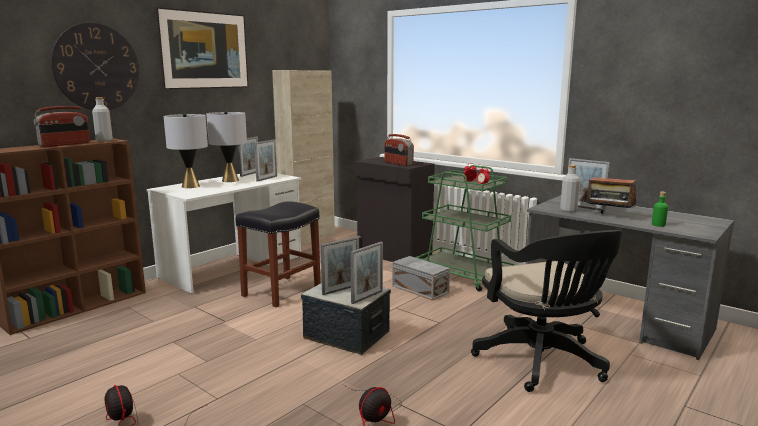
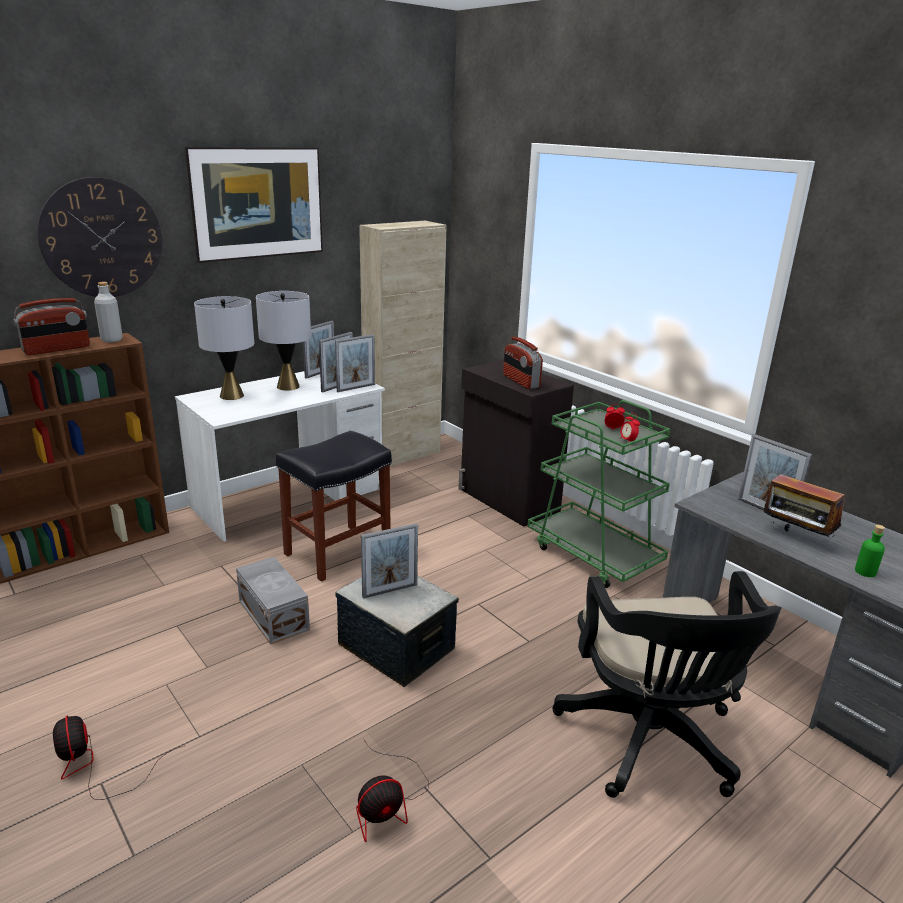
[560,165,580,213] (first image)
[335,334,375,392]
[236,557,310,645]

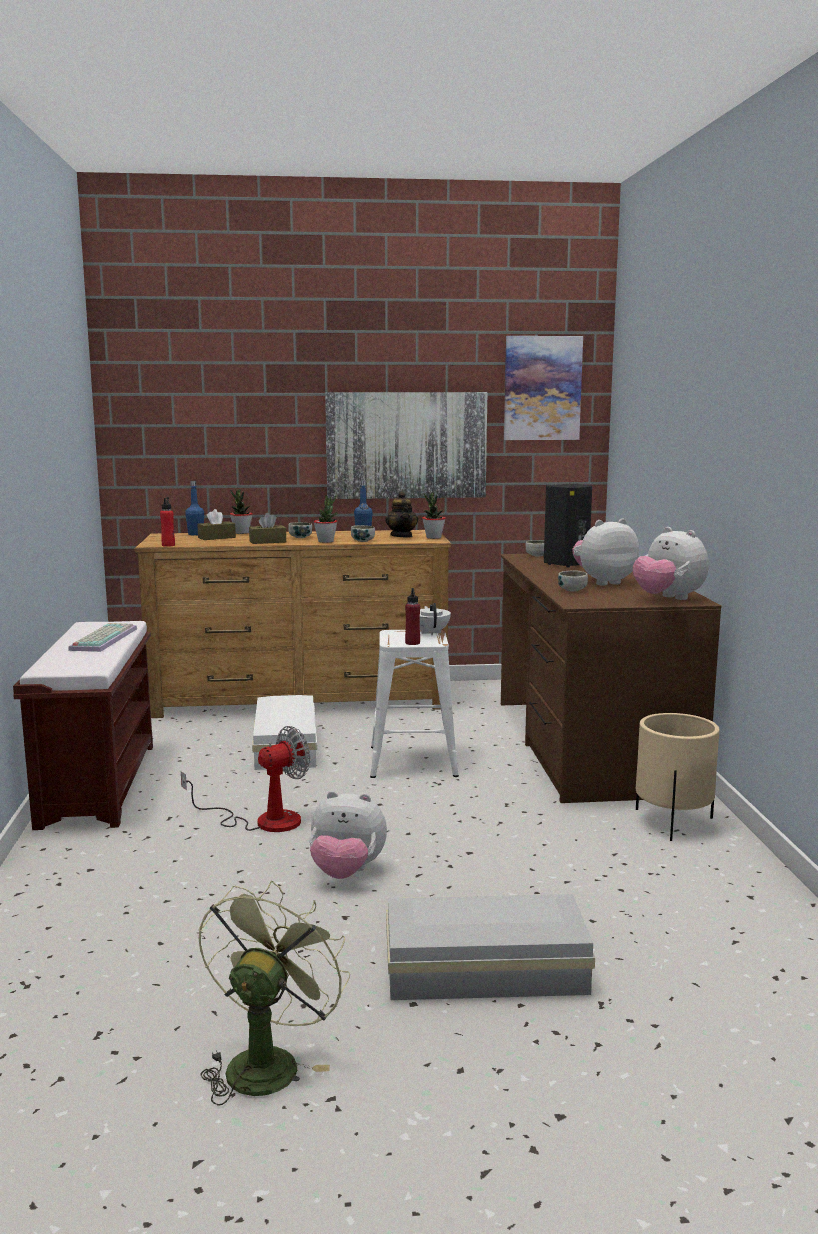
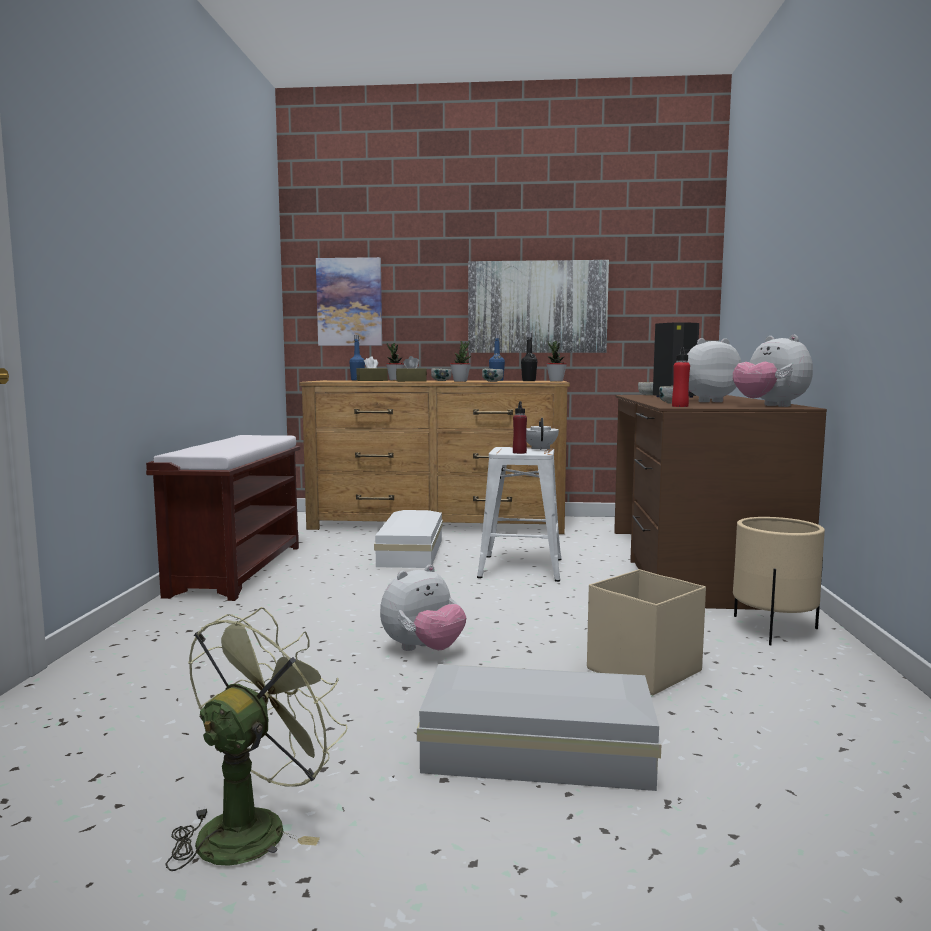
[68,623,137,652] (first image)
[181,726,310,832] (first image)
[587,569,706,695]
[672,347,690,407]
[316,257,382,346]
[521,333,537,381]
[380,565,466,651]

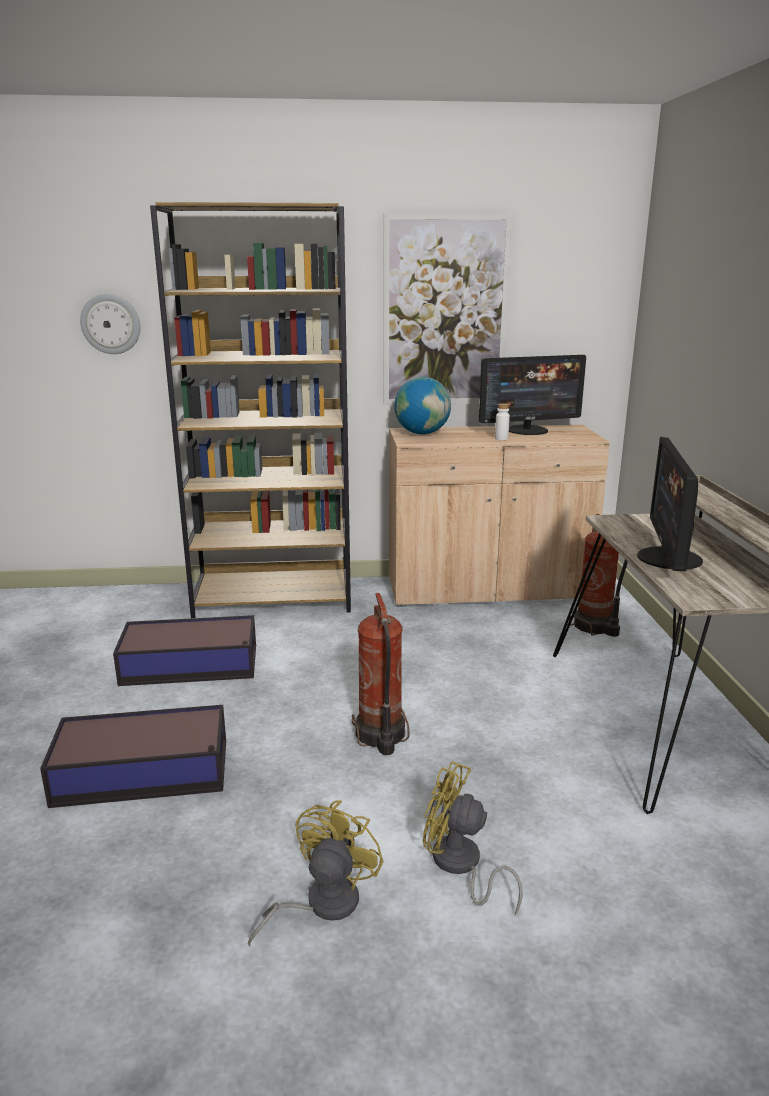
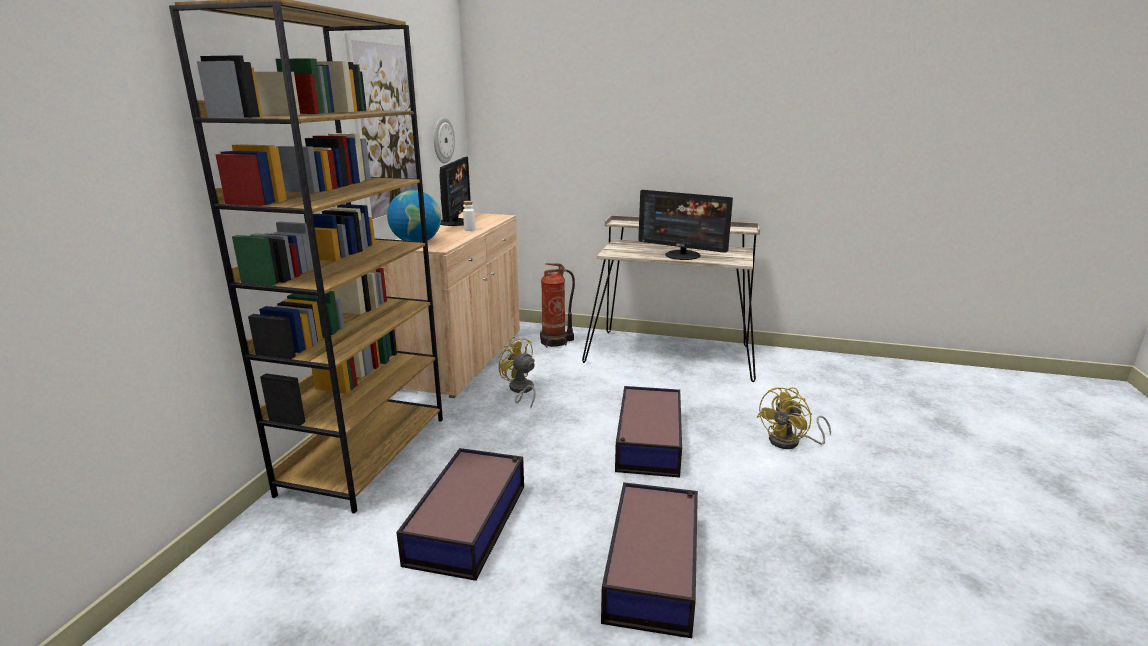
[434,117,455,163]
[498,337,536,408]
[615,386,682,478]

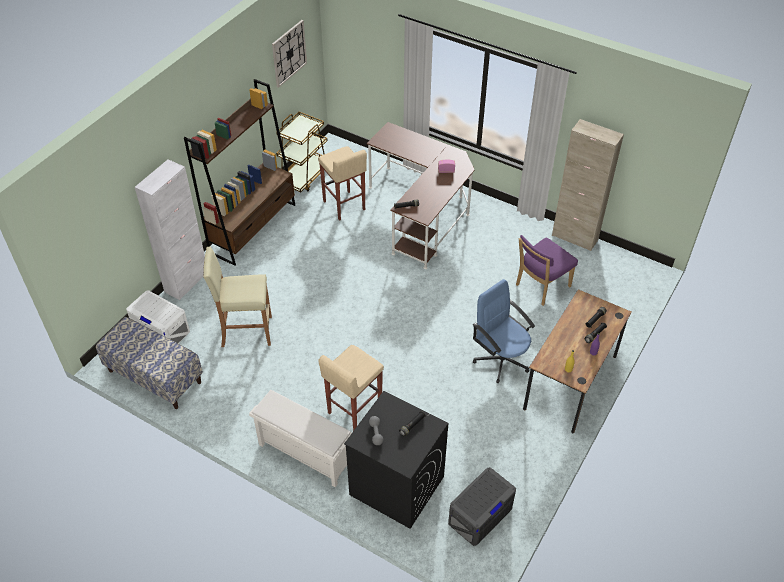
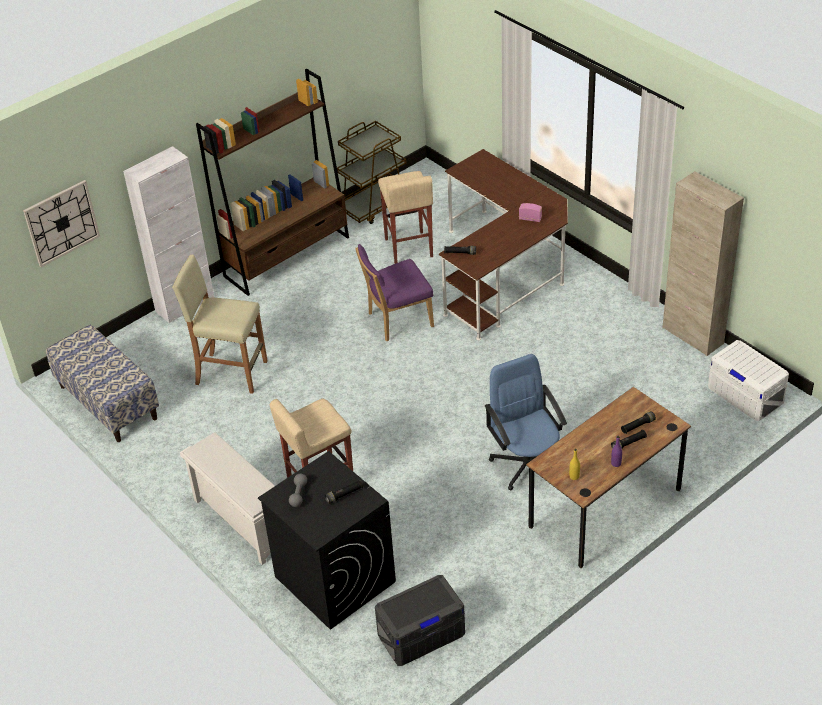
[708,340,789,421]
[23,180,100,267]
[355,244,434,341]

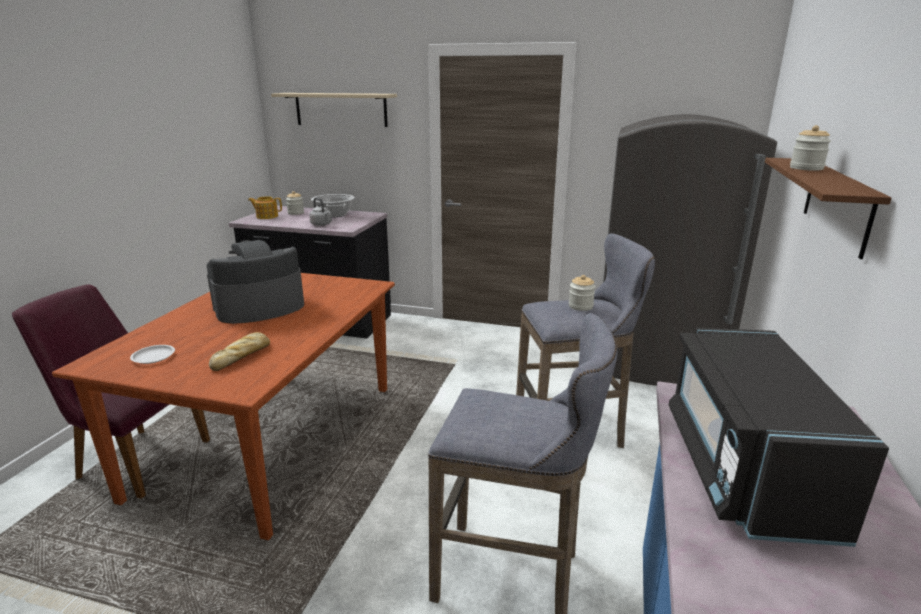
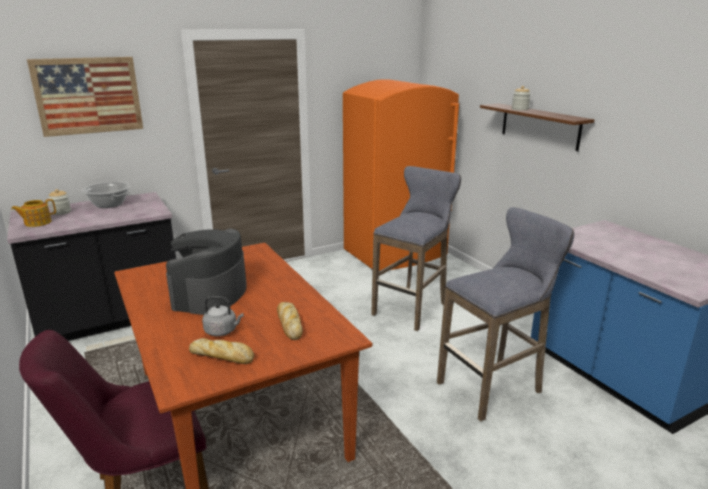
[569,275,595,311] (first image)
[669,328,889,547] (first image)
[202,296,243,336]
[189,338,254,364]
[27,57,143,137]
[343,79,459,271]

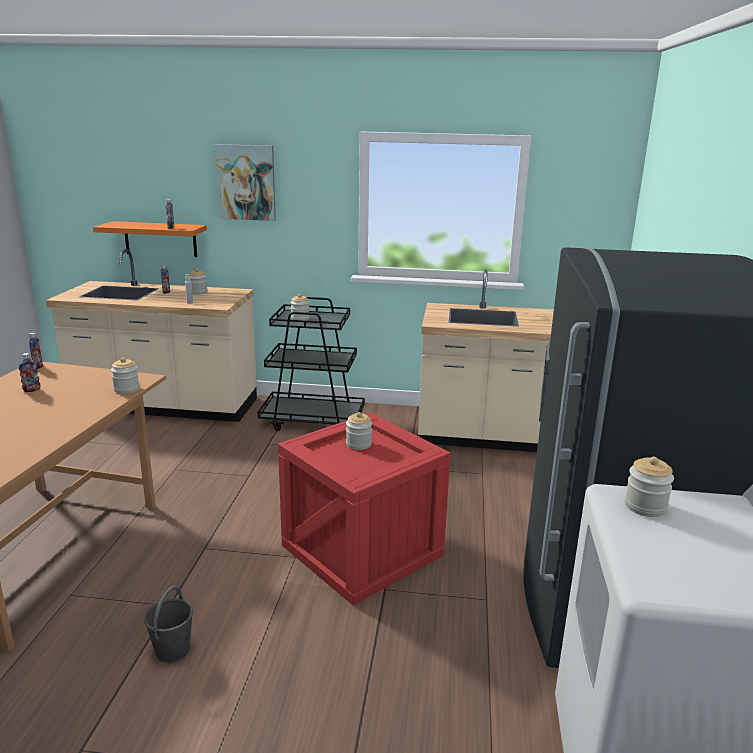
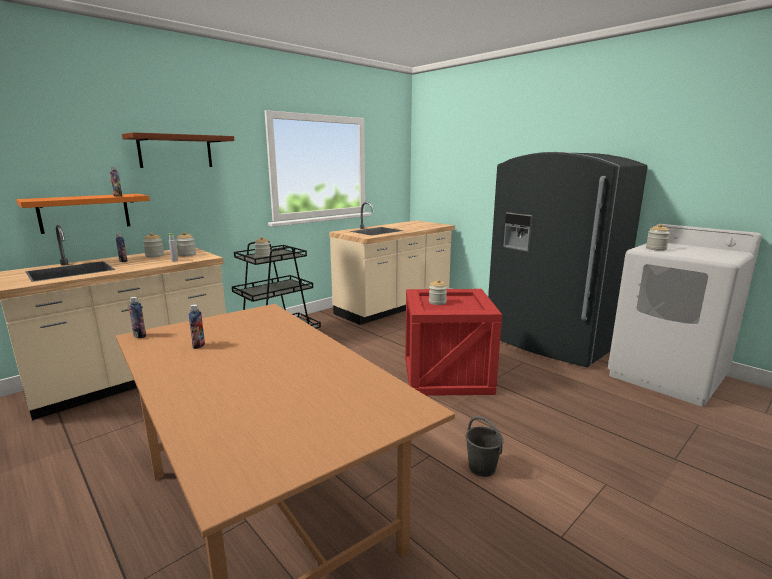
[176,232,196,256]
[122,132,234,168]

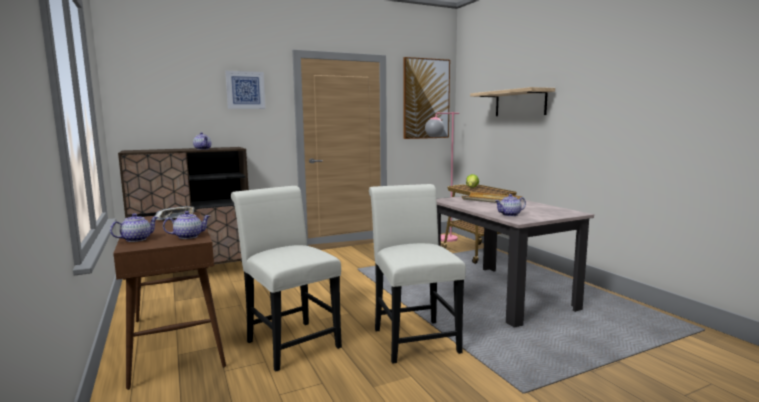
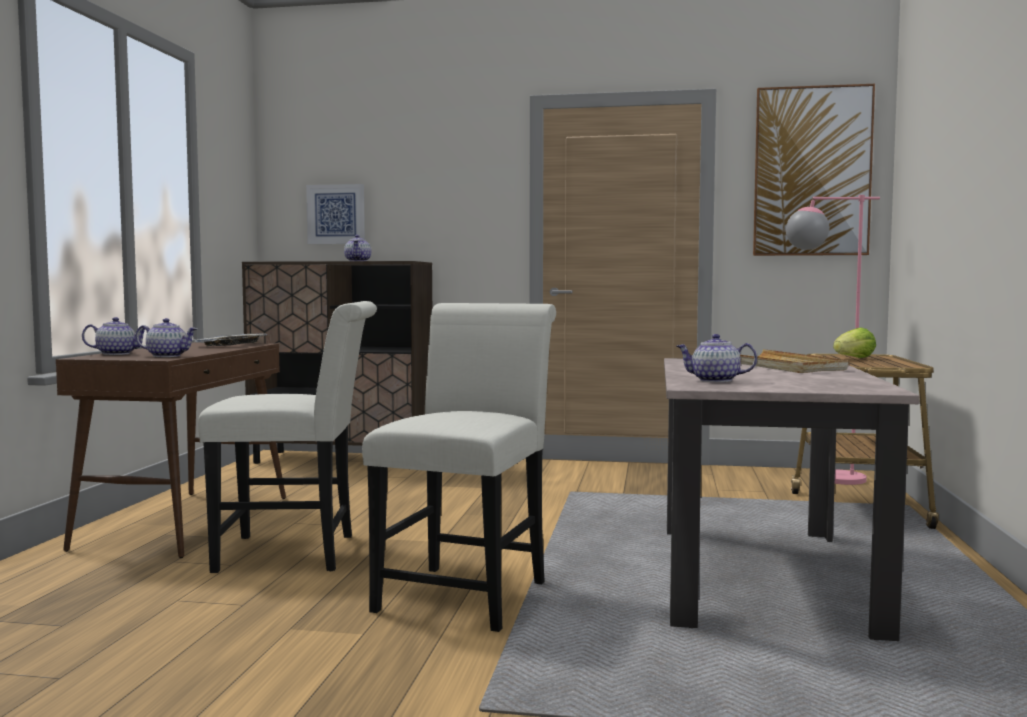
[470,87,555,116] (first image)
[306,184,365,244]
[198,301,377,573]

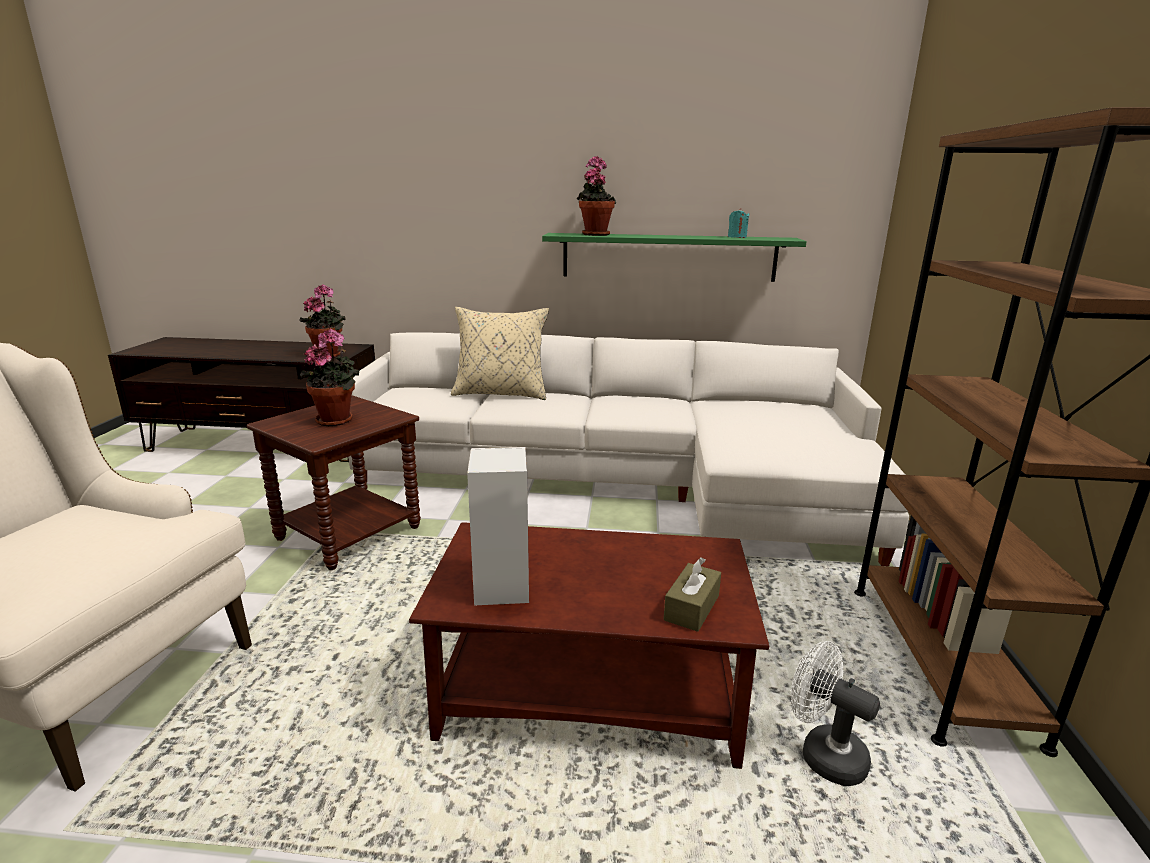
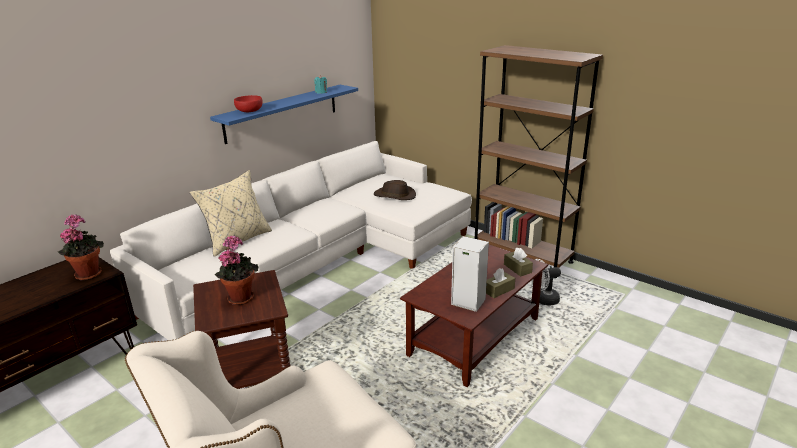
[374,180,416,200]
[486,268,515,298]
[234,95,263,112]
[210,85,358,144]

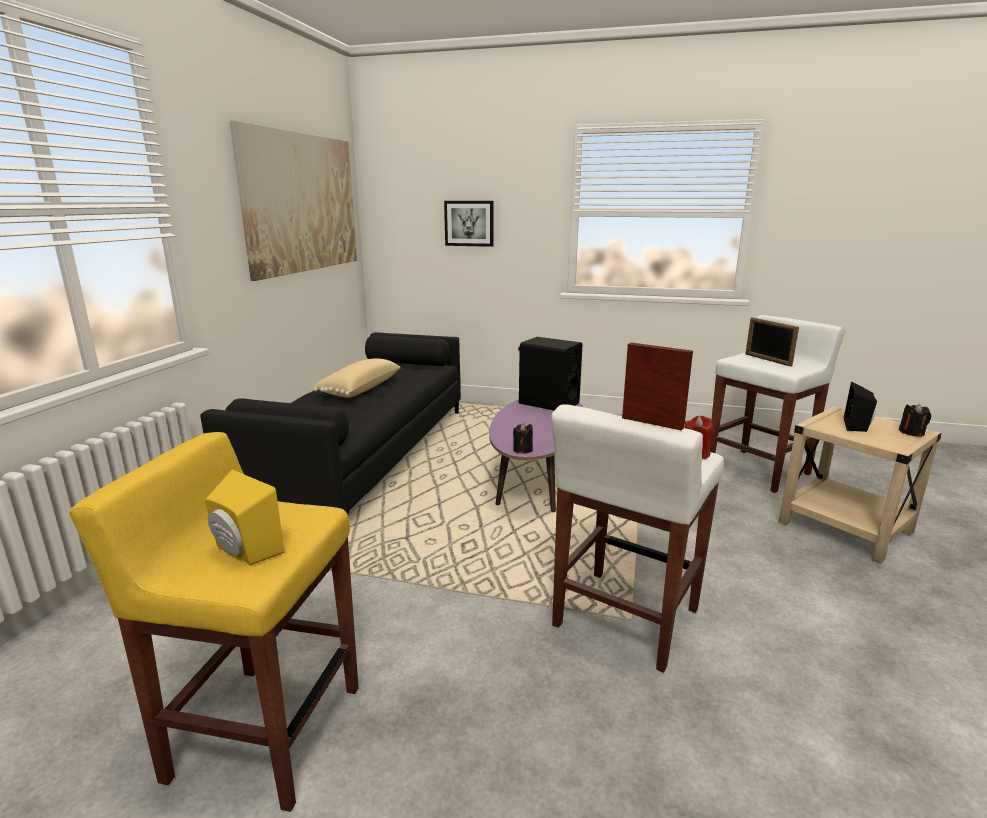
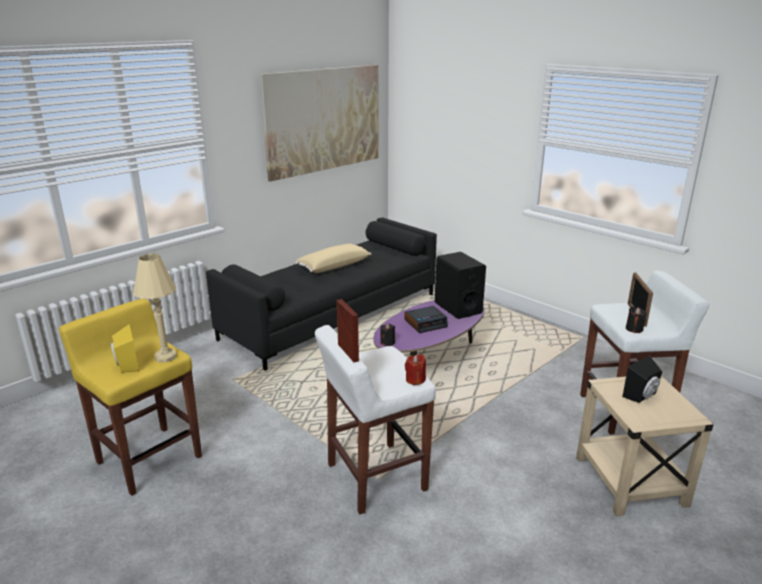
[444,201,494,247] (first image)
[133,254,177,363]
[404,306,448,333]
[626,306,646,333]

